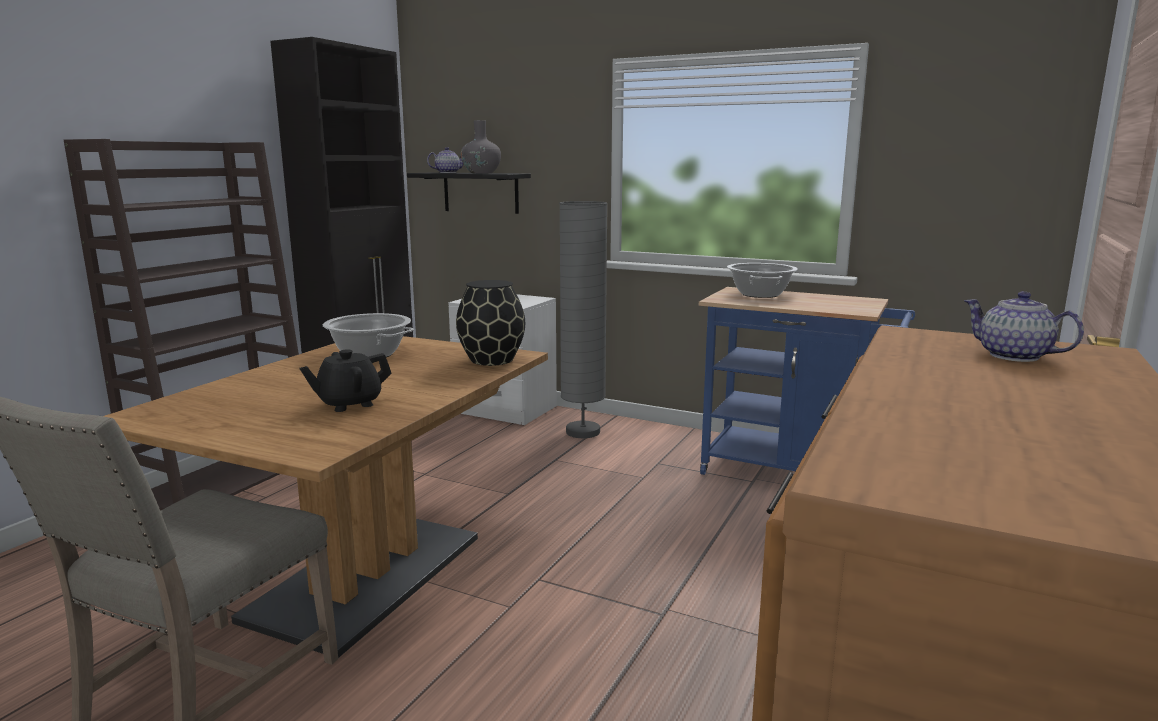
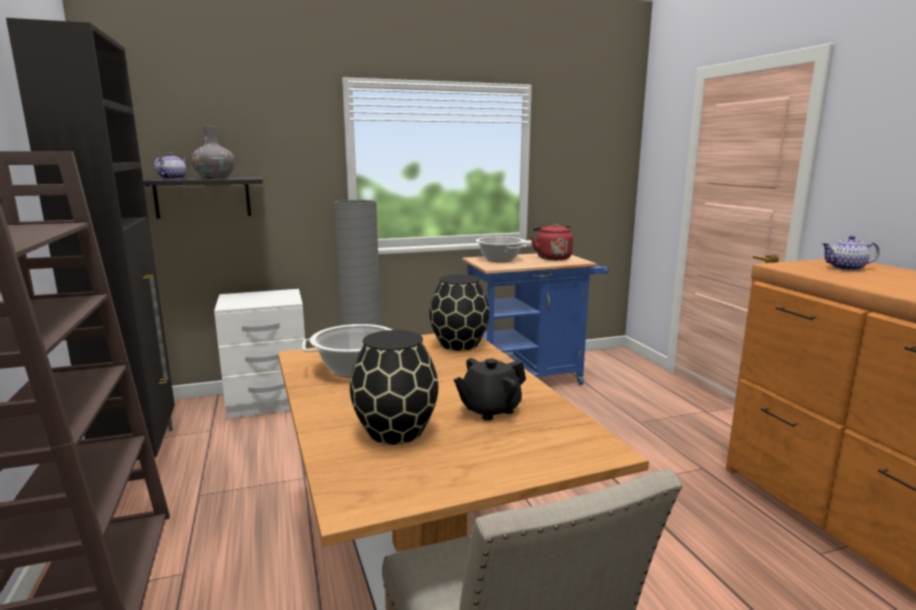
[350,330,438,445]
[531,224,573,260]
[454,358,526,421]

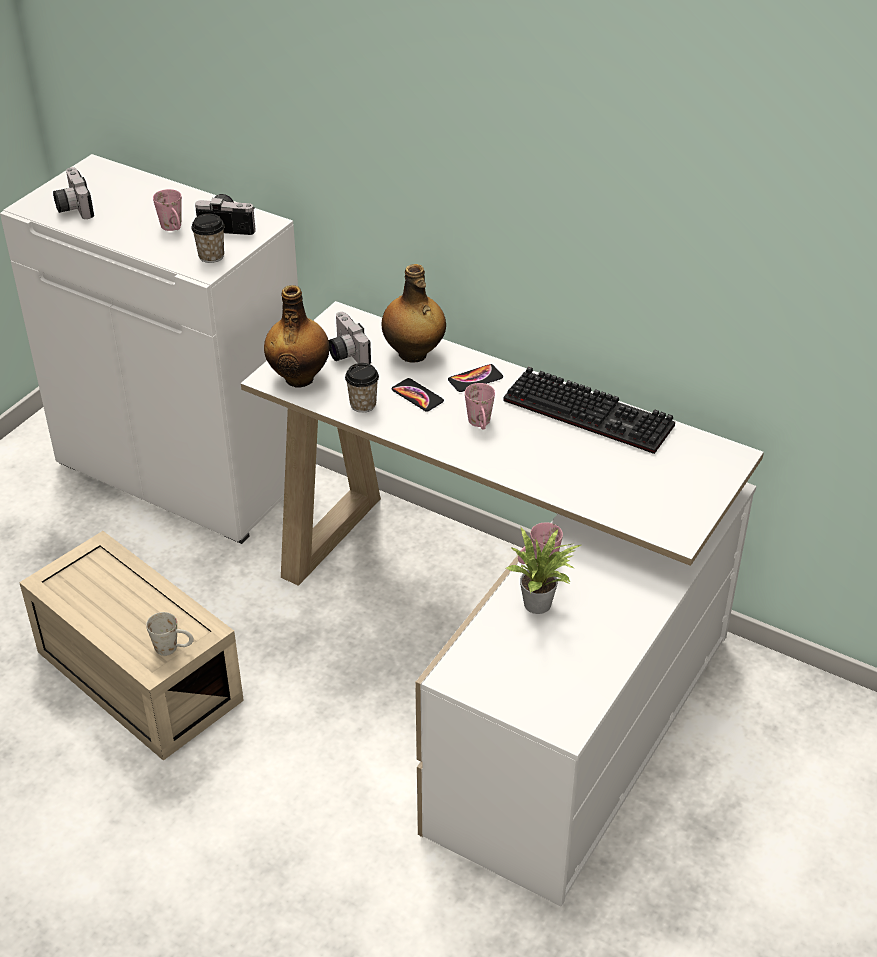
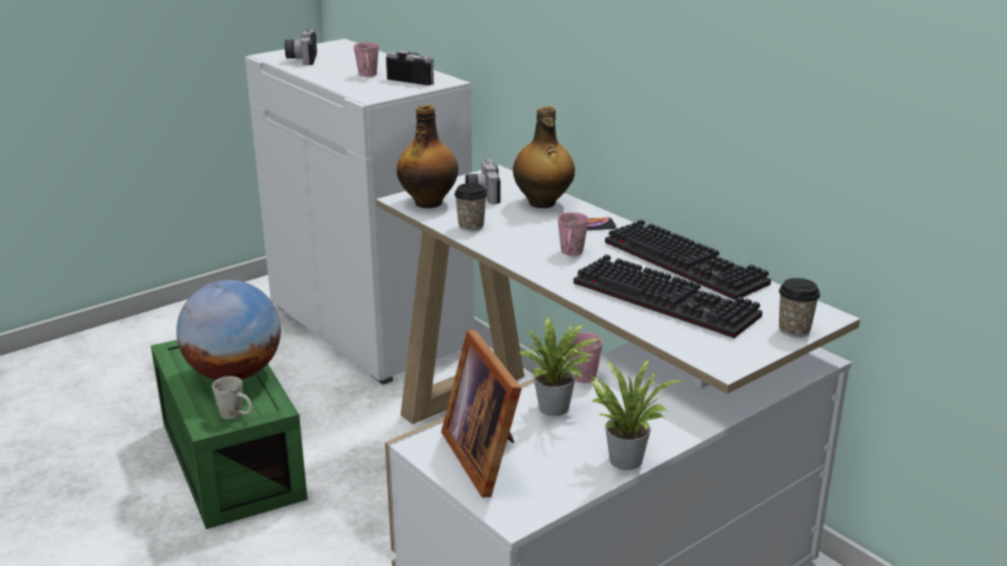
[392,378,444,411] (first image)
[176,280,281,380]
[441,330,522,497]
[573,254,763,338]
[590,358,685,470]
[779,278,820,337]
[151,340,308,529]

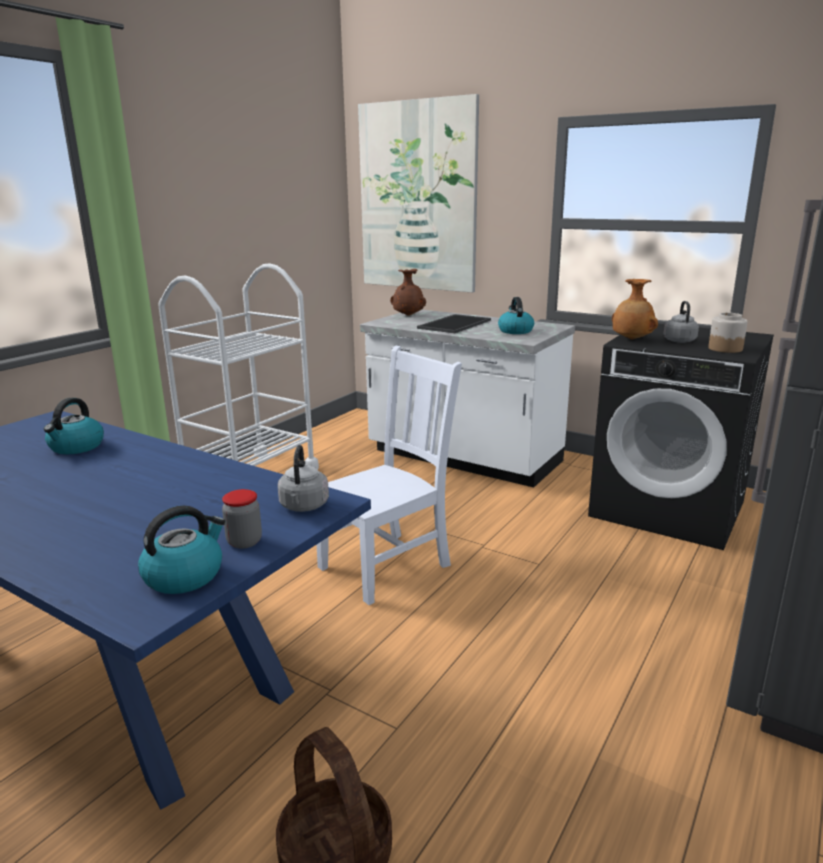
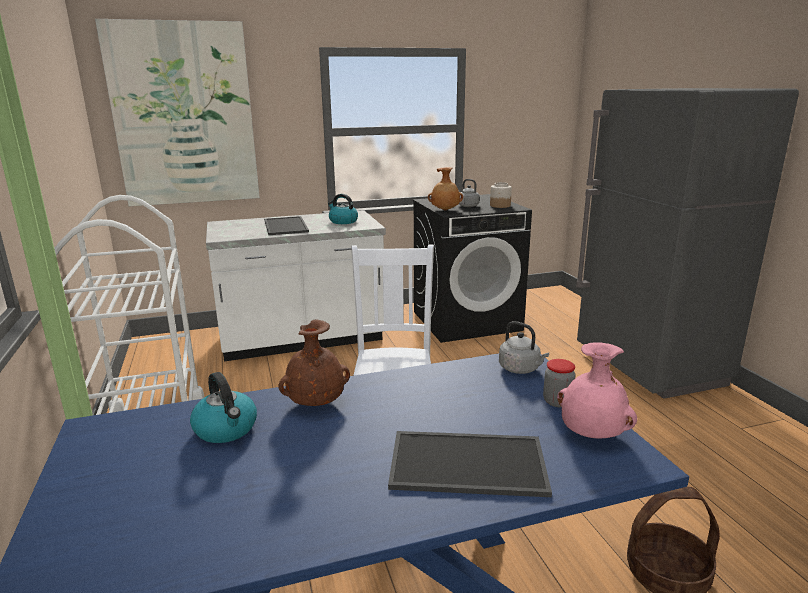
[388,431,552,497]
[278,319,350,406]
[557,342,637,438]

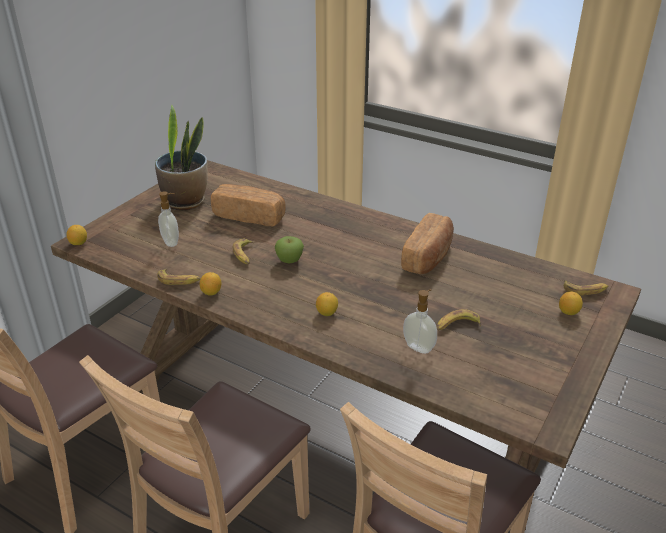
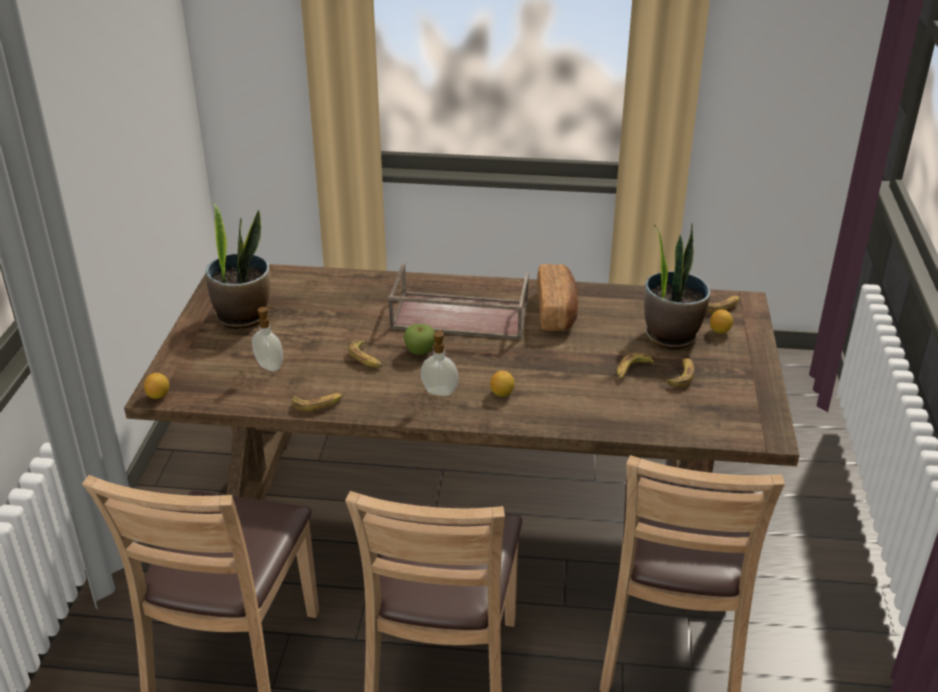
[199,272,221,296] (first image)
[211,184,286,226] (first image)
[388,263,529,340]
[644,223,711,349]
[663,358,695,388]
[420,329,458,396]

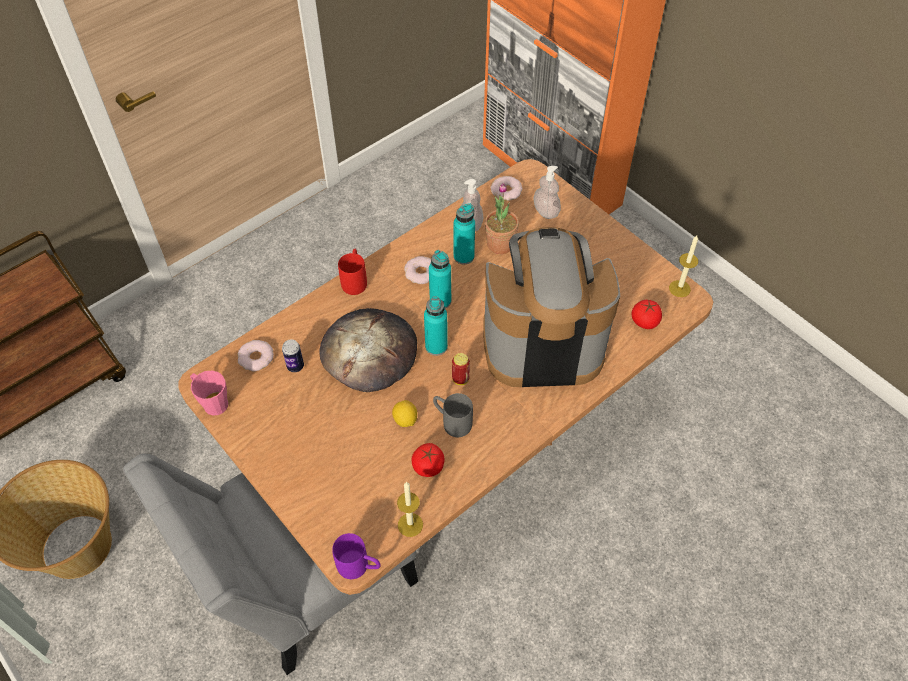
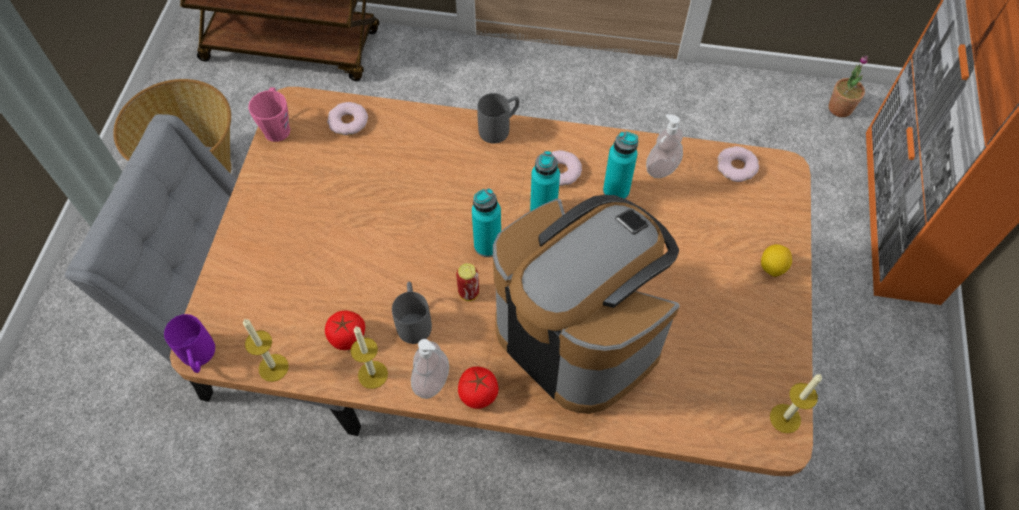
[282,339,304,372] (first image)
[319,308,417,392] (first image)
[351,327,388,389]
[761,244,792,277]
[828,55,868,117]
[411,339,449,399]
[458,367,499,409]
[477,93,519,144]

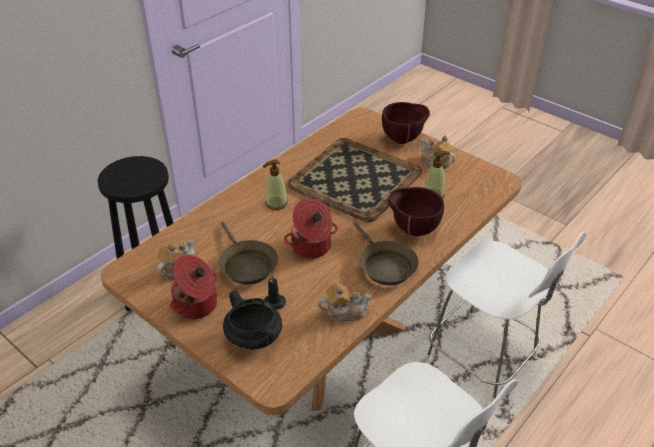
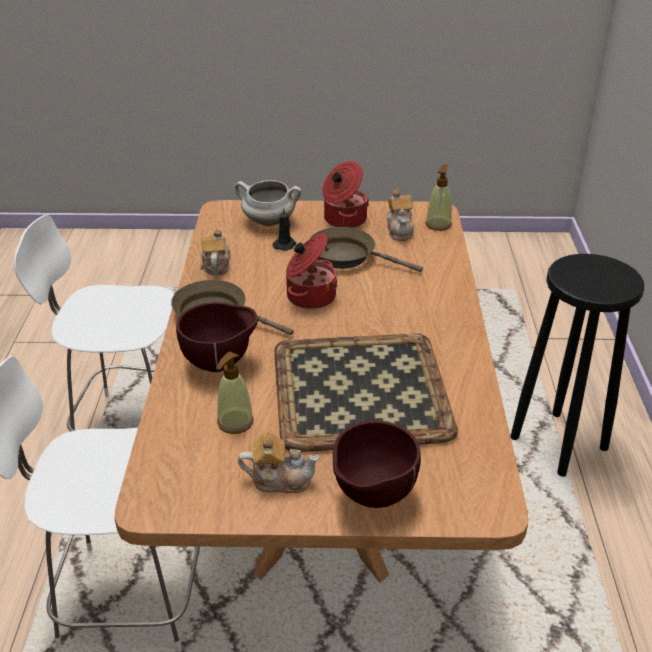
[425,165,452,231]
[235,180,302,226]
[201,228,230,275]

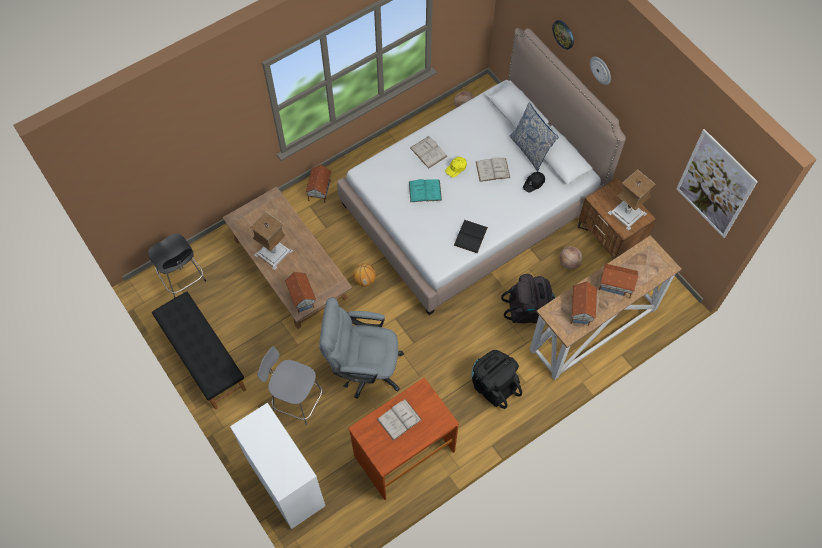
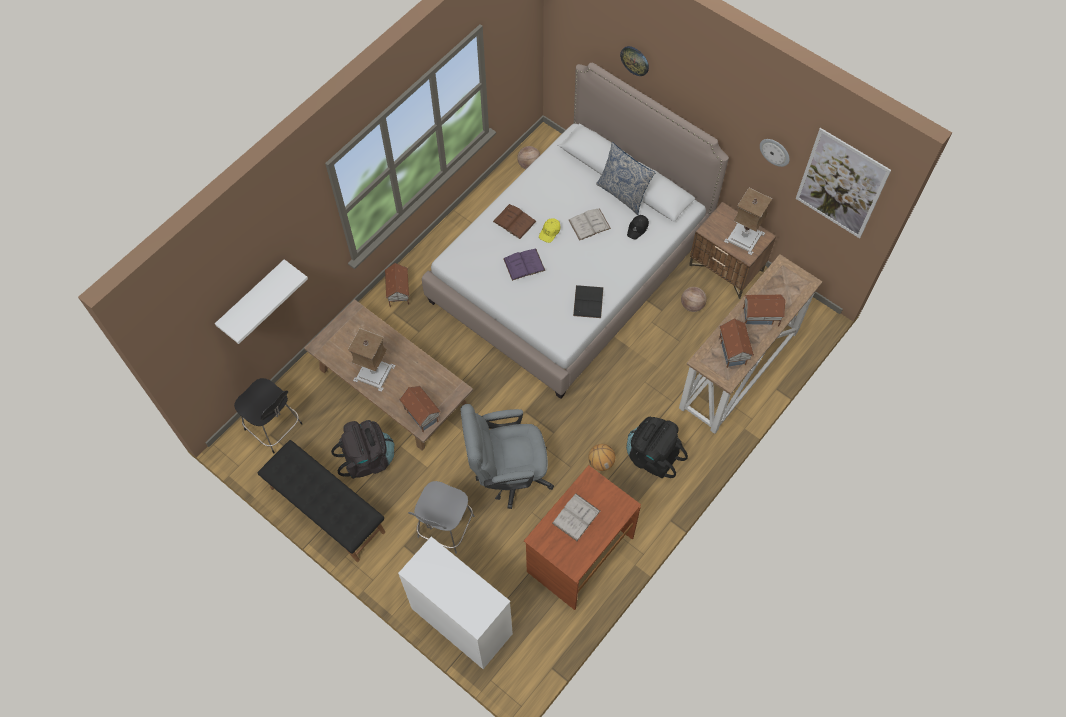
[215,259,308,344]
[588,444,615,471]
[331,420,395,479]
[760,139,790,167]
[503,249,545,281]
[493,204,536,239]
[408,481,475,554]

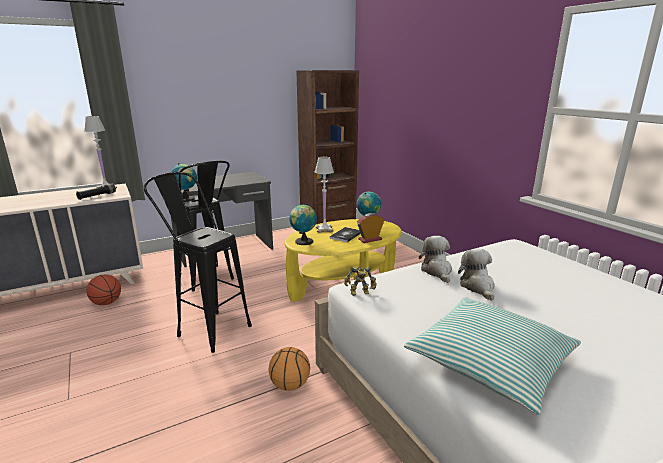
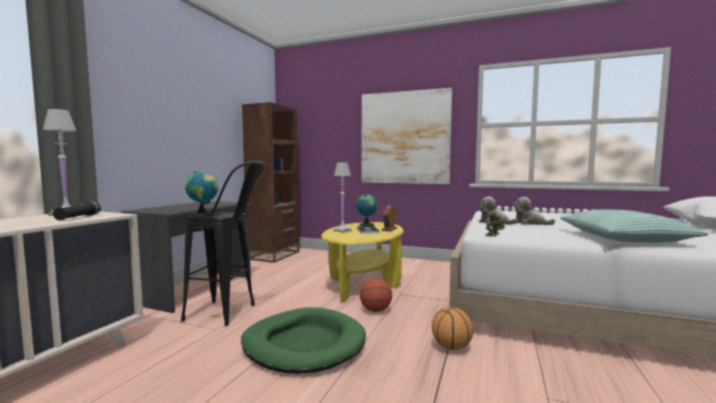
[289,203,317,245] (first image)
[362,88,452,184]
[360,278,392,312]
[241,307,366,374]

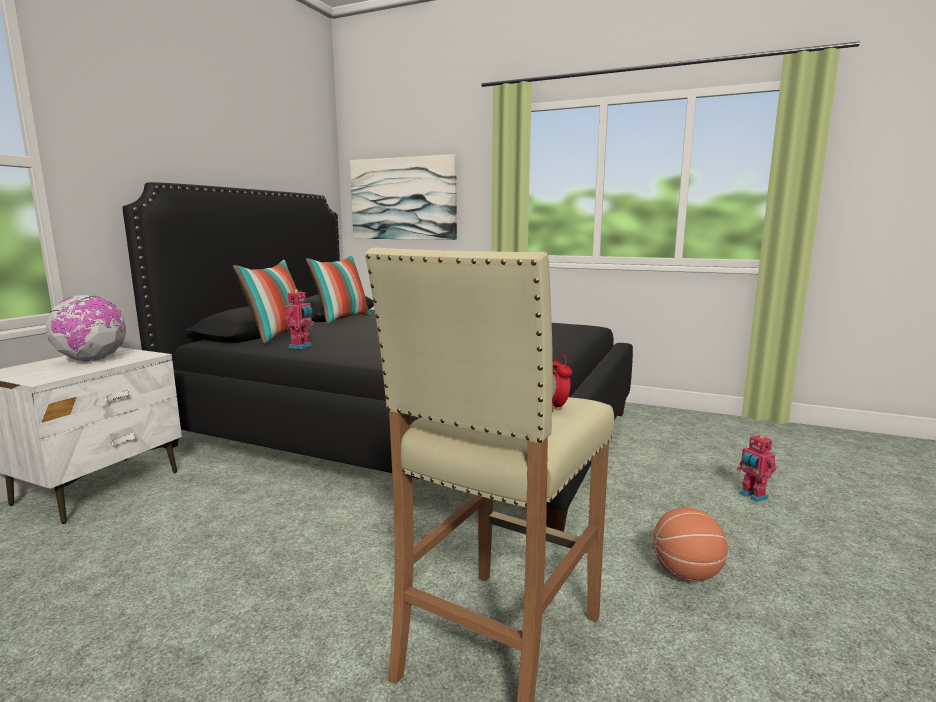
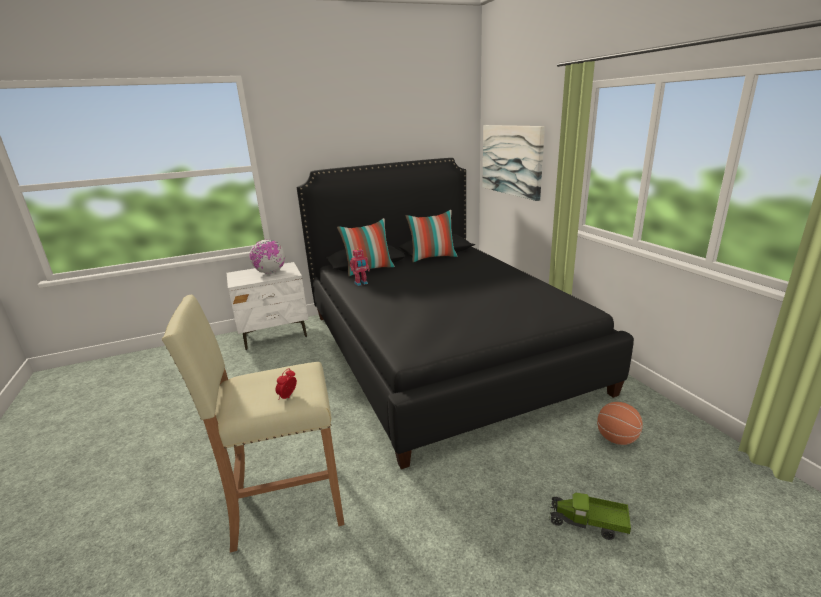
[597,402,643,445]
[550,493,631,540]

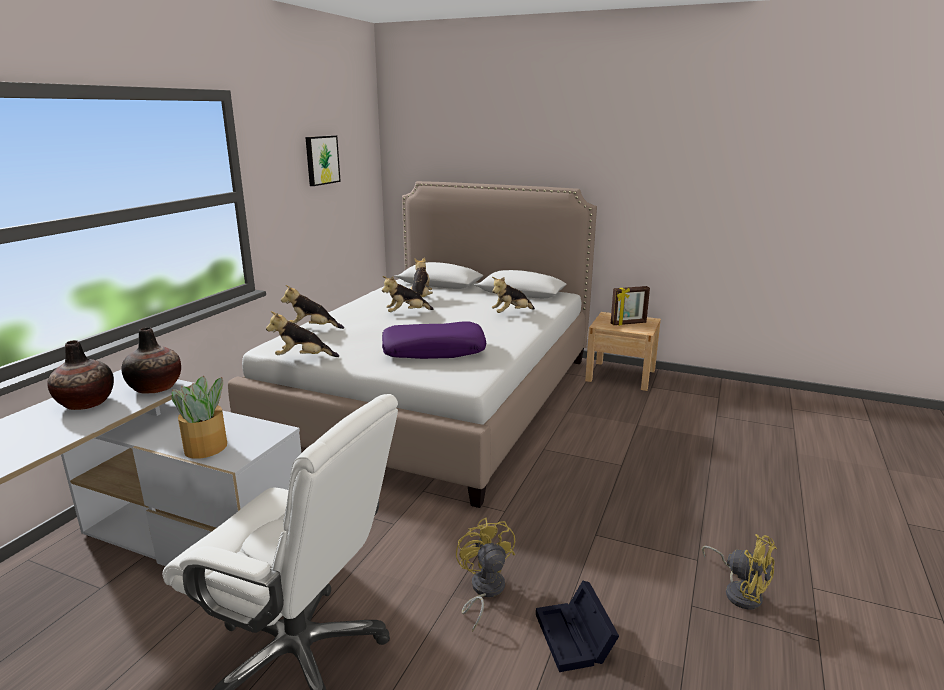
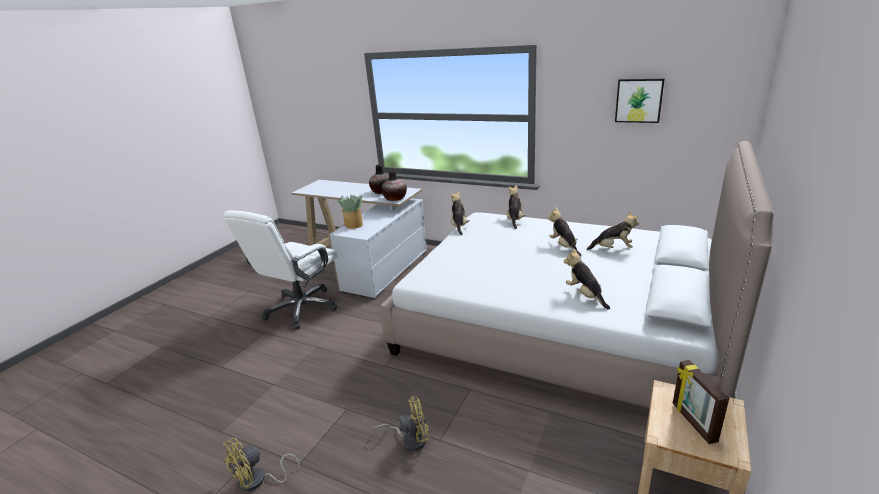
[382,321,486,359] (first image)
[536,581,619,672] (first image)
[372,396,430,451]

